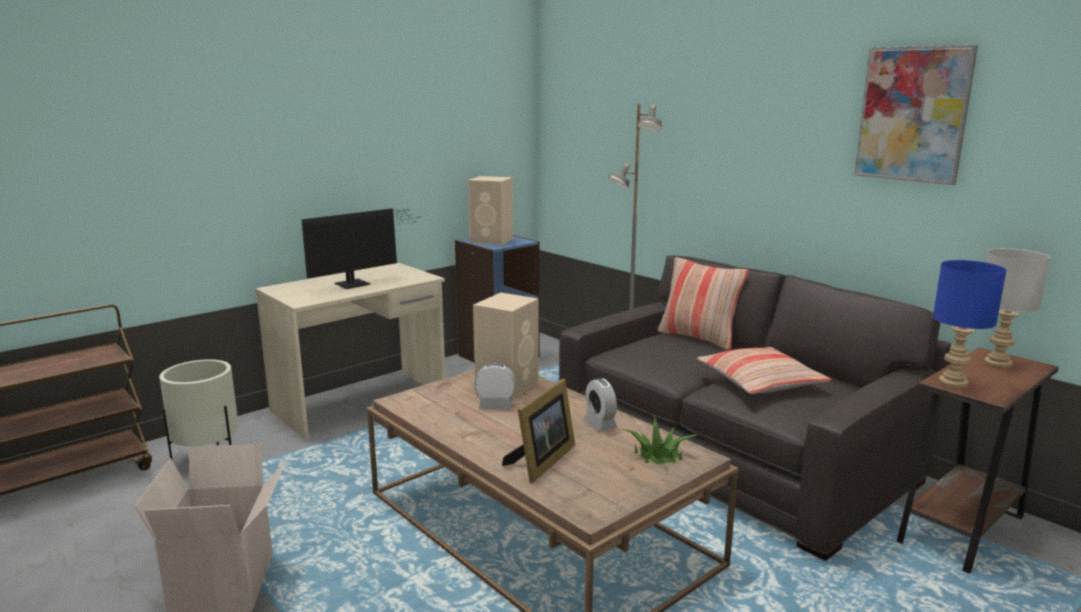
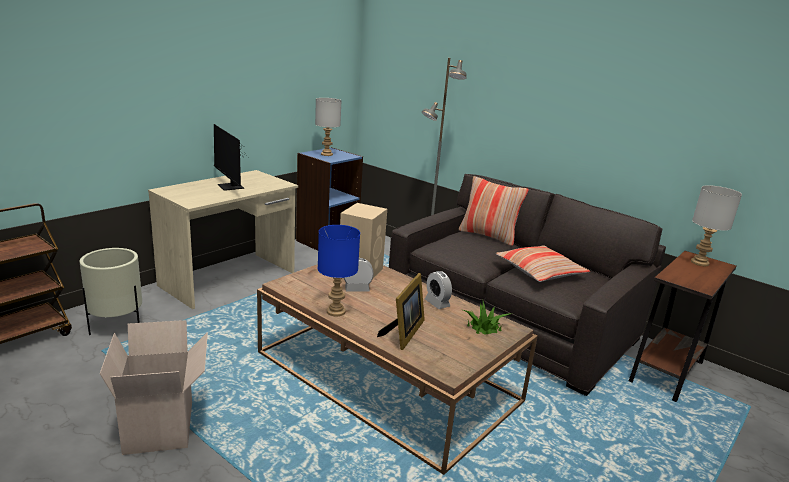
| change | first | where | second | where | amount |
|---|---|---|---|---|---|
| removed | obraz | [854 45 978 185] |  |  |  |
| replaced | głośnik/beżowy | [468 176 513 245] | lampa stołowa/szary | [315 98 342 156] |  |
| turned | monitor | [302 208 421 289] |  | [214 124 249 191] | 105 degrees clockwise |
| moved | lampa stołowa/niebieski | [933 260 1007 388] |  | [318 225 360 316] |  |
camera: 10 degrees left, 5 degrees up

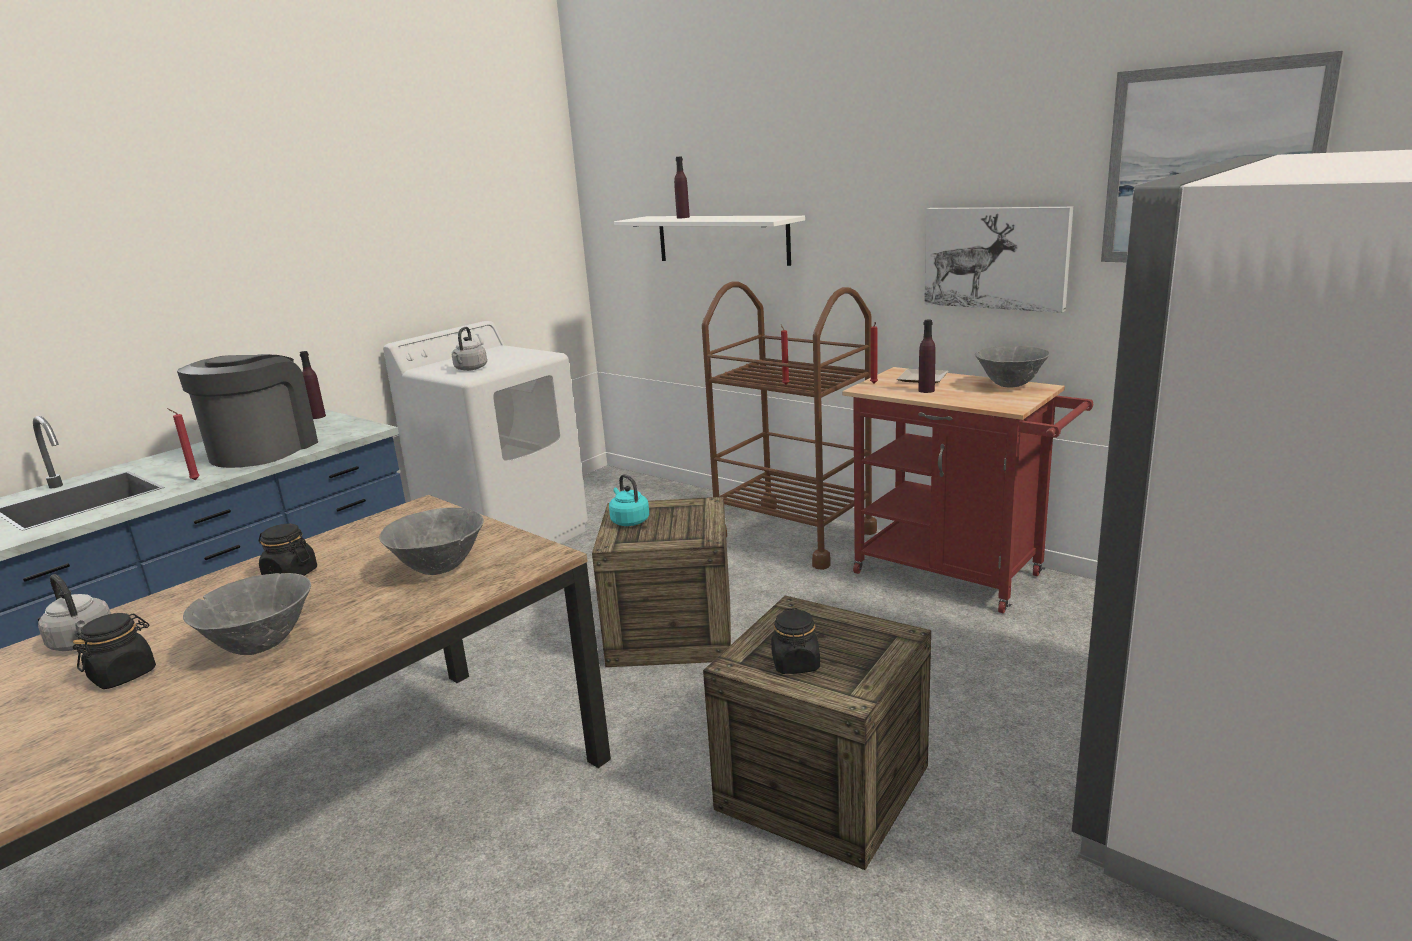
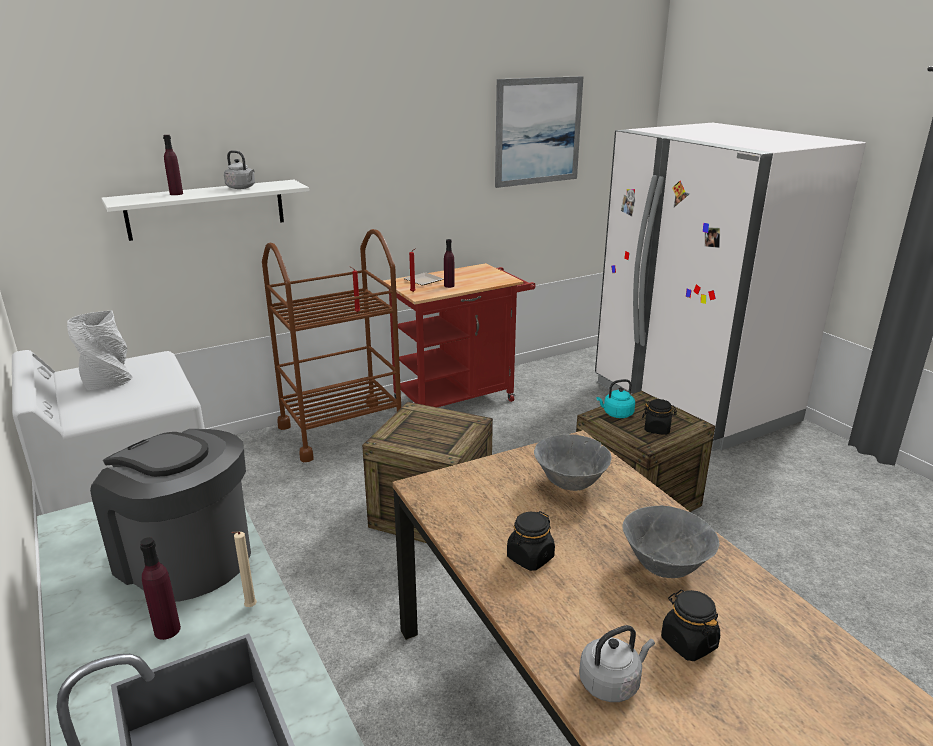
| change | first | where | second | where | amount |
|---|---|---|---|---|---|
| removed | obraz | [924 207 1073 313] |  |  |  |
| moved | czajnik/szary | [452 327 487 371] |  | [224 150 255 189] |  |
| removed | miska/szary | [975 346 1050 388] |  |  |  |
| moved | butelka/fioletowy | [300 351 326 419] |  | [140 537 181 640] |  |
| recoloured | świeca/czerwony | [167 408 200 480] | świeca/beżowy | [232 531 257 607] |  |
| moved | czajnik/turkusowy | [609 474 649 526] |  | [596 379 635 418] |  |
| added |  |  | wazon/szary | [67 310 133 390] |  |
camera: 70 degrees left, 5 degrees up

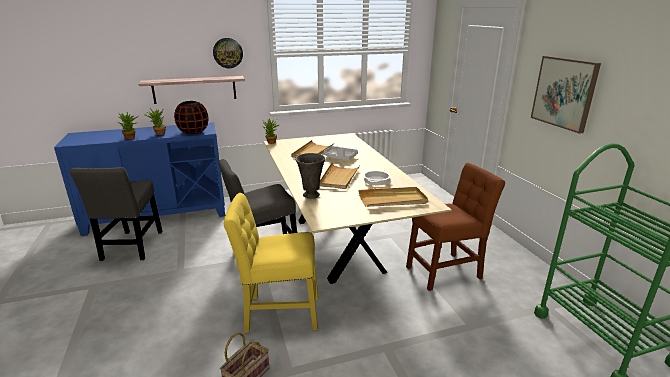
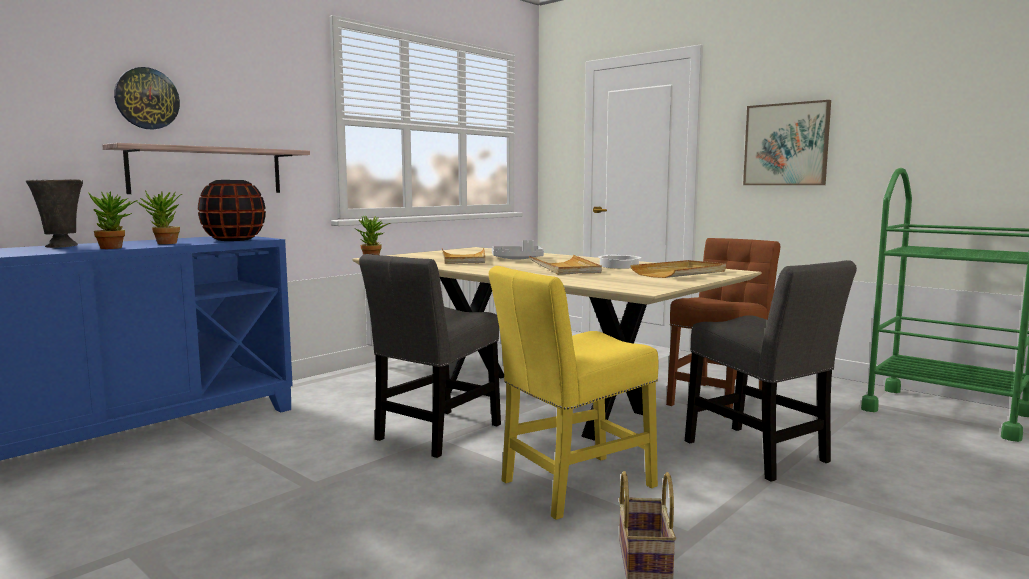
| change | first | where | second | where | amount |
|---|---|---|---|---|---|
| moved | zegar ścienny | [213 38 243 68] |  | [114 67 180 130] |  |
| moved | wazon/szary | [295 153 325 199] |  | [26 179 83 248] |  |
| moved | krzesło/szary | [70 167 163 261] |  | [685 260 857 482] |  |
camera: 30 degrees left, 15 degrees down

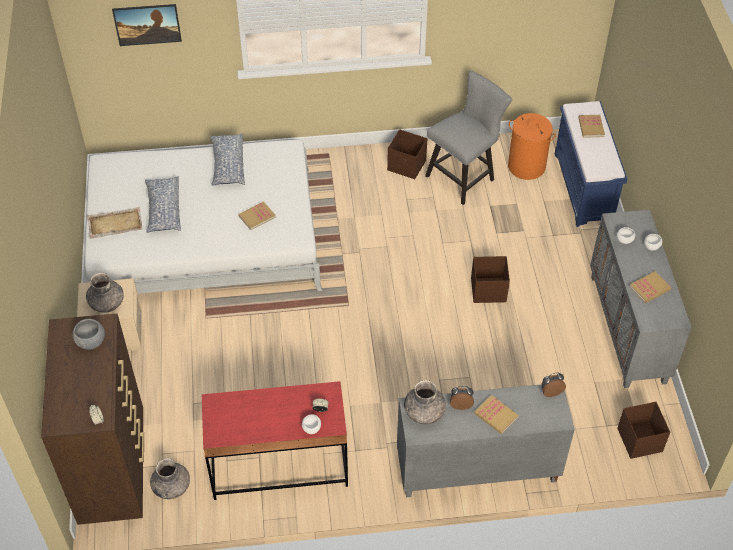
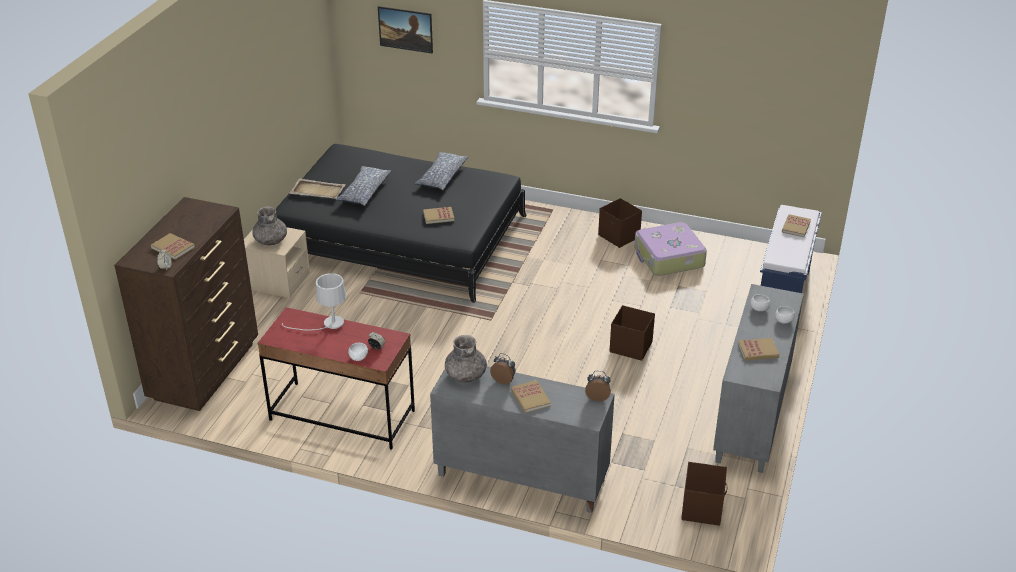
| change | first | where | second | where | amount |
|---|---|---|---|---|---|
| replaced | krzesło/szary | [425 71 512 205] | walizka | [635 222 707 276] |  |
| removed | kosz na pranie/pomarańczowy | [508 113 556 180] |  |  |  |
| recoloured | łóżko/biały | [85 140 322 294] | łóżko/czarny | [276 144 527 303] |  |
| removed | miska/szary | [72 319 105 350] |  |  |  |
| removed | wazon/szary | [150 458 190 499] |  |  |  |
| added |  |  | książka | [151 233 195 260] |  |
| added |  |  | lampa stołowa/biały | [282 273 346 331] |  |
camera: 25 degrees right, 15 degrees down

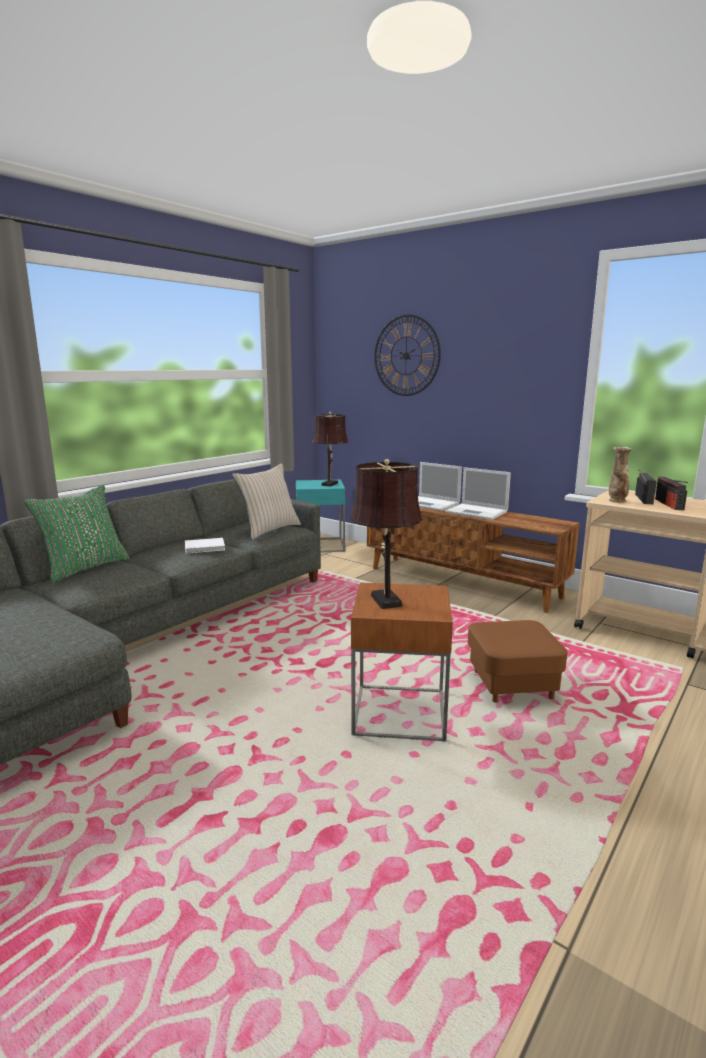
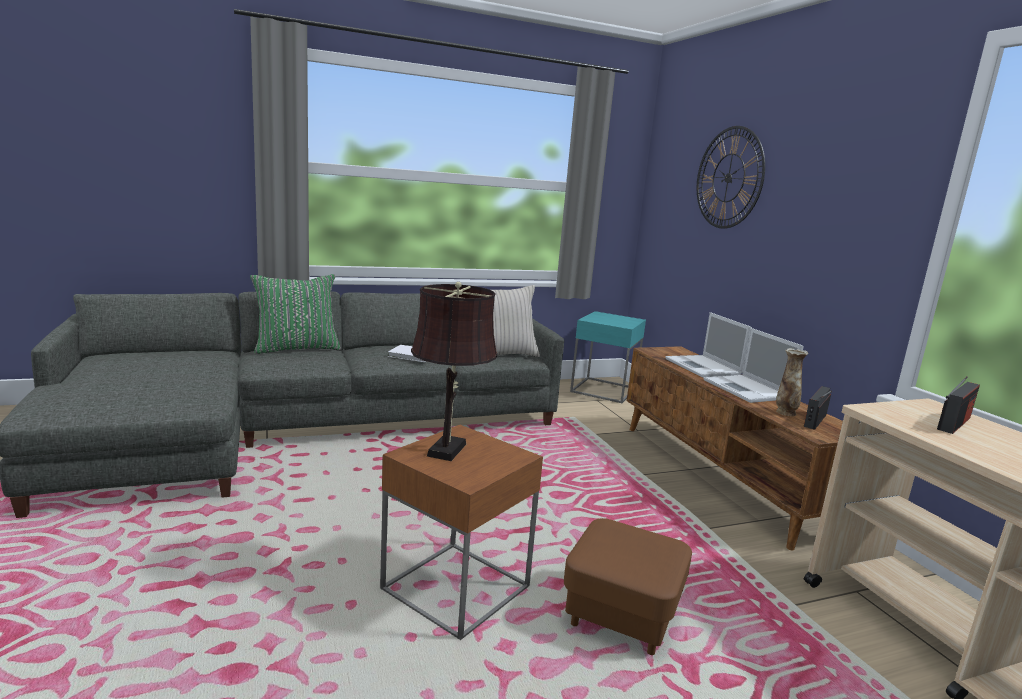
| change | first | where | second | where | amount |
|---|---|---|---|---|---|
| removed | lampa stołowa/brązowy | [313 412 348 486] |  |  |  |
| moved | wazon | [609 447 632 503] |  | [776 348 808 416] |  |
| moved | radio | [655 477 688 510] |  | [804 386 832 430] |  |
camera: 30 degrees right, 0 degrees up

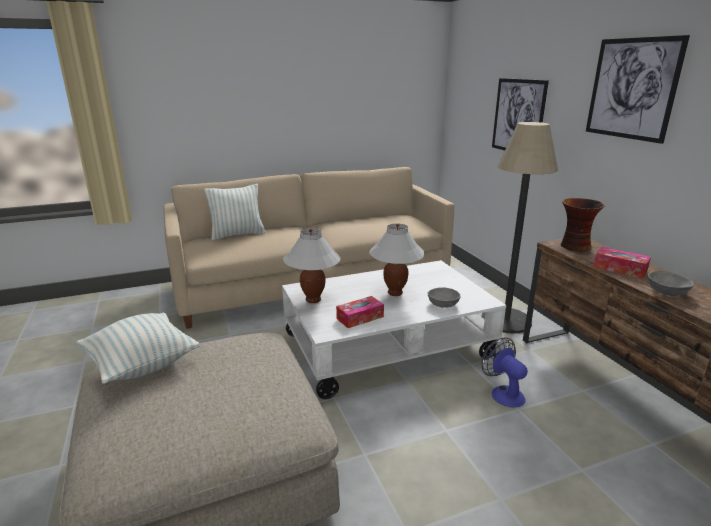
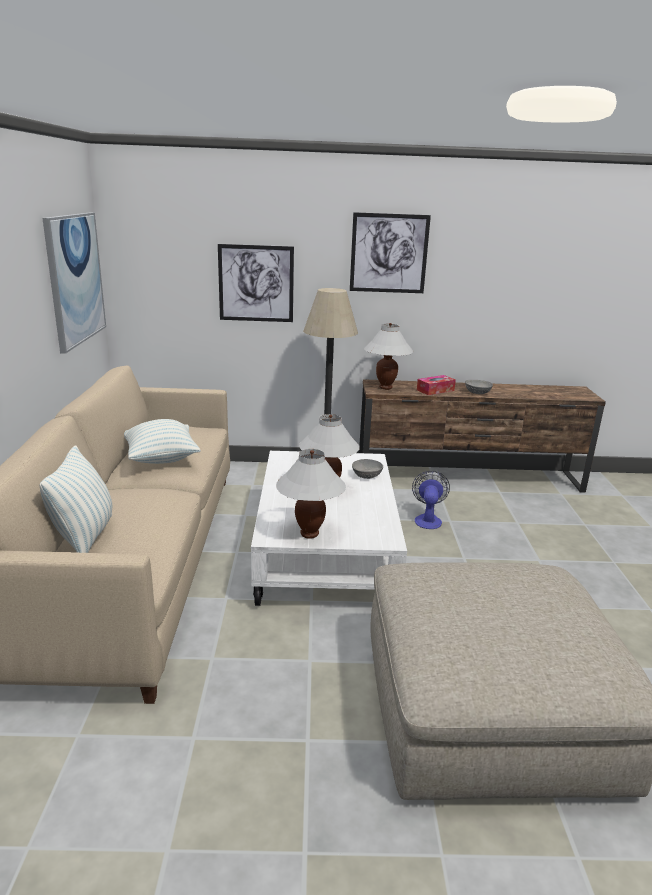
| change | first | where | second | where | amount |
|---|---|---|---|---|---|
| replaced | wazon | [560 198 605 252] | lampa stołowa/biały | [364 323 413 390] |  |
| removed | pudełko chusteczek | [336 296 384 328] |  |  |  |
| moved | poduszka | [76 312 199 384] |  | [124 419 201 464] |  |
| turned | wentylator | [482 337 528 408] |  | [412 471 450 529] | 105 degrees clockwise |
| added |  |  | obraz | [42 212 106 354] |  |
camera: 70 degrees left, 0 degrees up

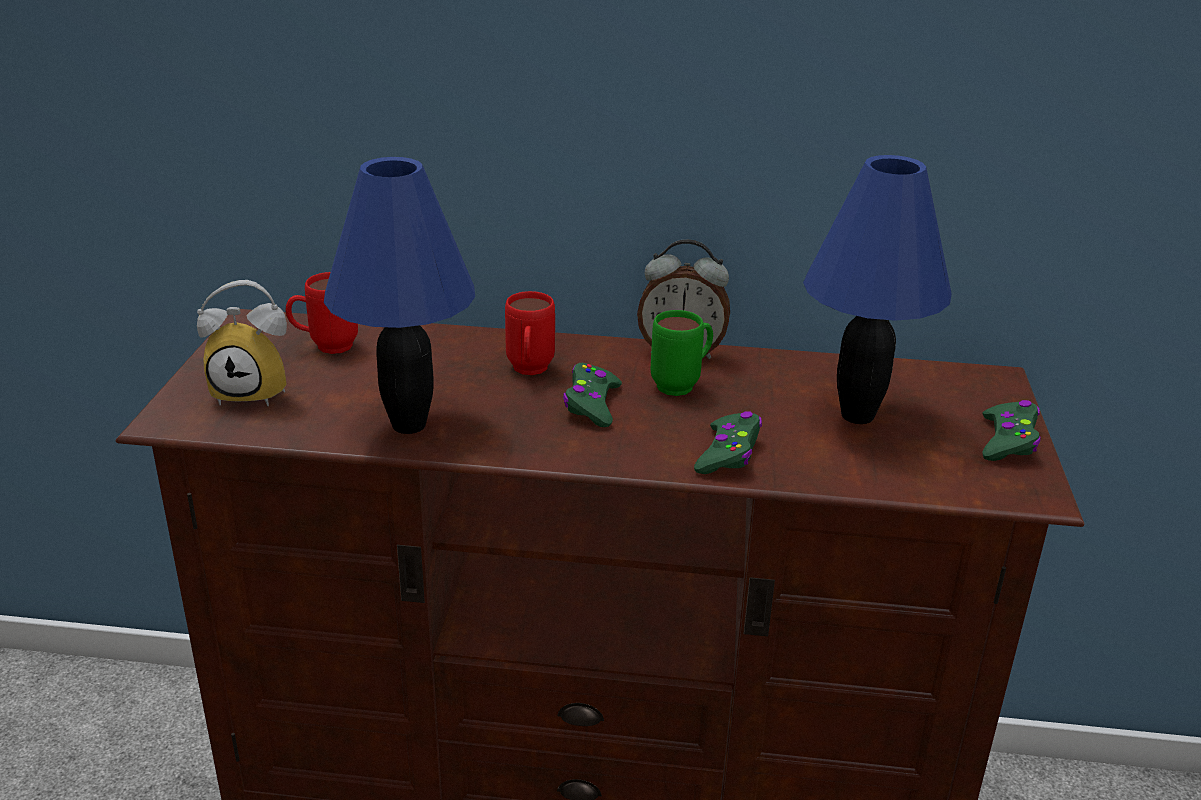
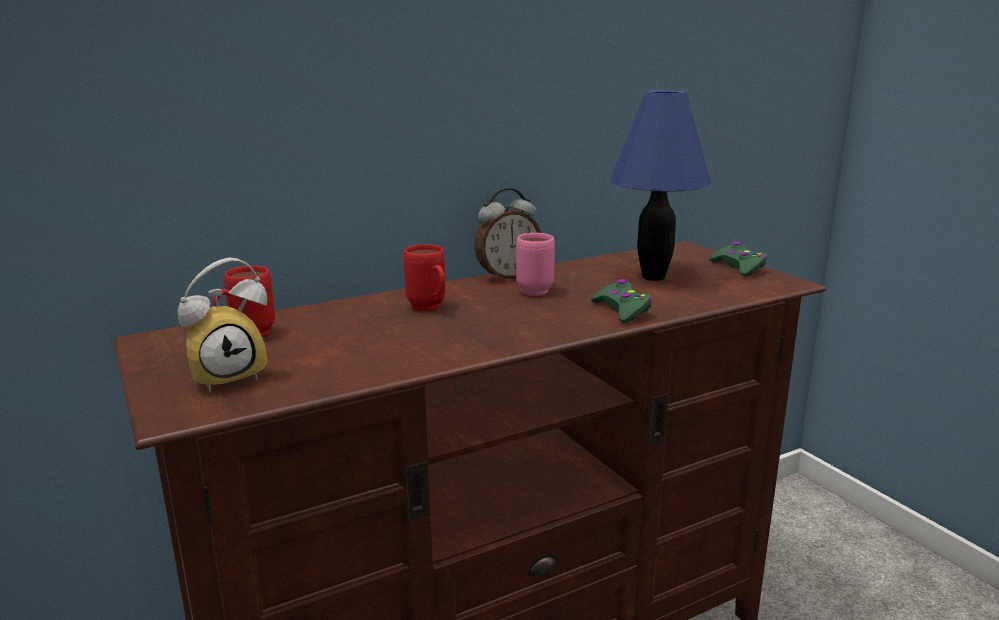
| change | first | where | second | where | amount |
|---|---|---|---|---|---|
| removed | lampa stołowa/niebieski | [324 157 475 434] |  |  |  |
| recoloured | kubek/zielony | [651 310 713 396] | kubek/różowy | [516 233 555 296] |  |
| removed | pad do gier/zielony | [563 363 622 427] |  |  |  |
camera: 35 degrees left, 10 degrees down

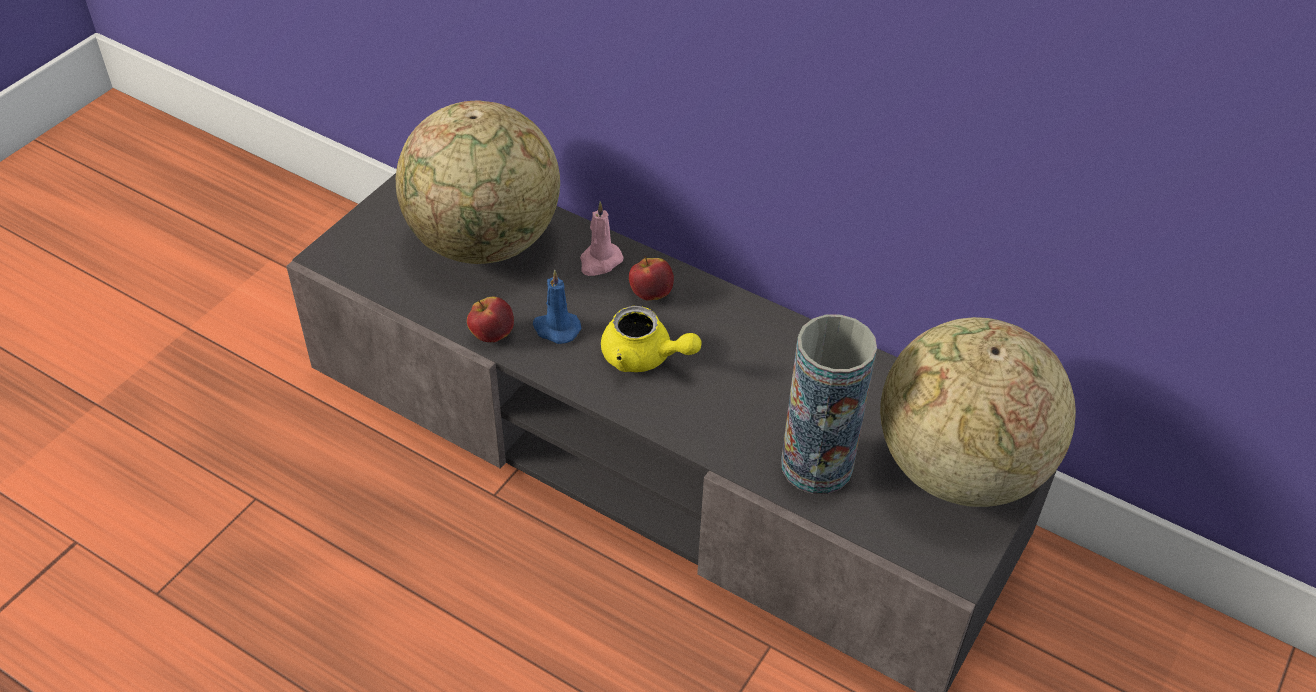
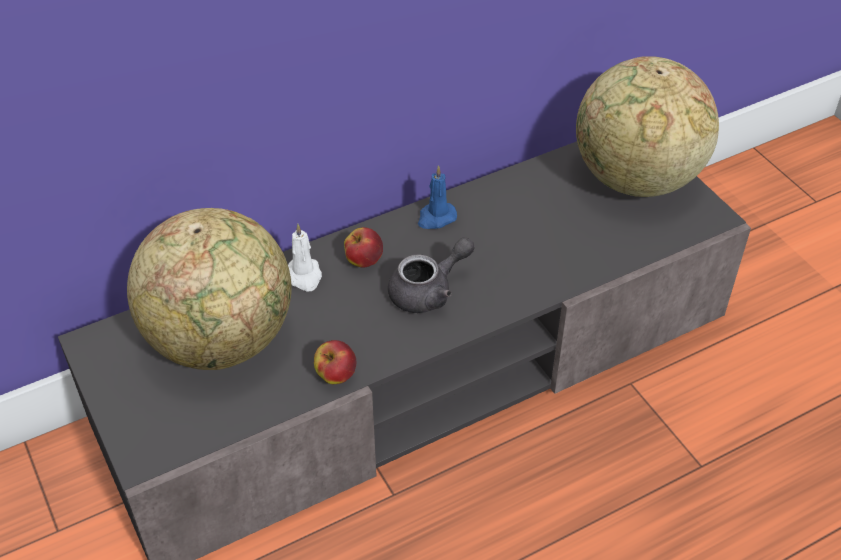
| change | first | where | second | where | amount |
|---|---|---|---|---|---|
| recoloured | świeca/różowy | [580 202 624 276] | świeca/biały | [288 224 322 292] |  |
| moved | świeca/niebieski | [533 270 581 344] |  | [418 165 457 229] |  |
| recoloured | imbryk/żółty | [601 306 702 372] | imbryk/szary | [388 237 474 313] |  |
| removed | wazon | [781 314 877 494] |  |  |  |
camera: 60 degrees left, 0 degrees up

